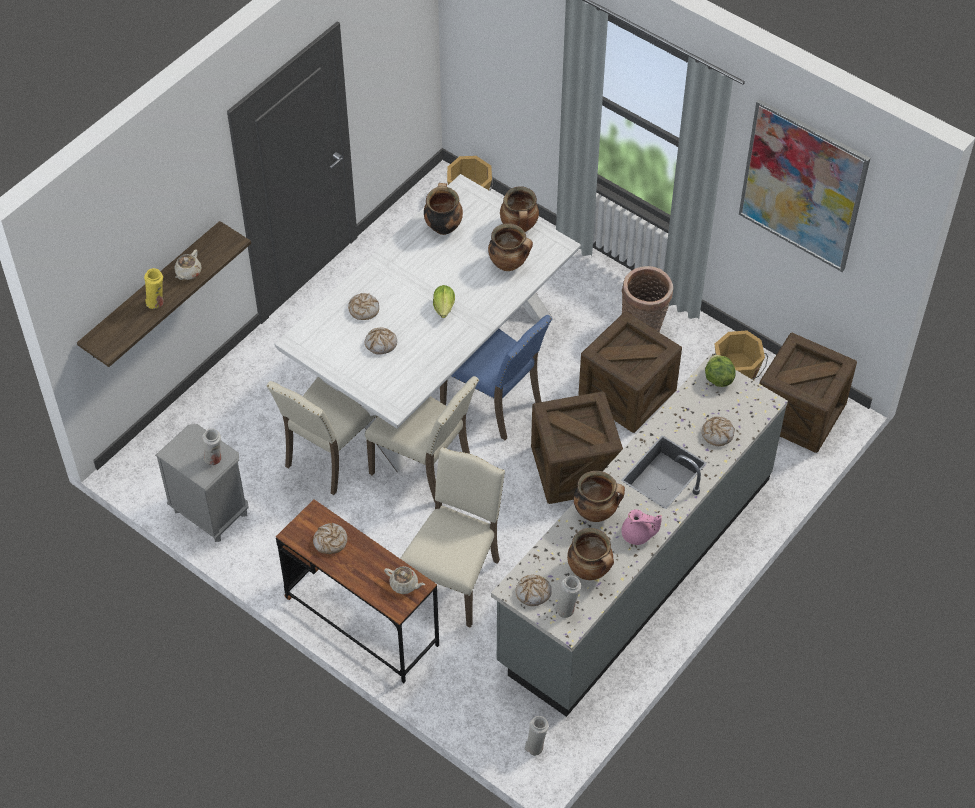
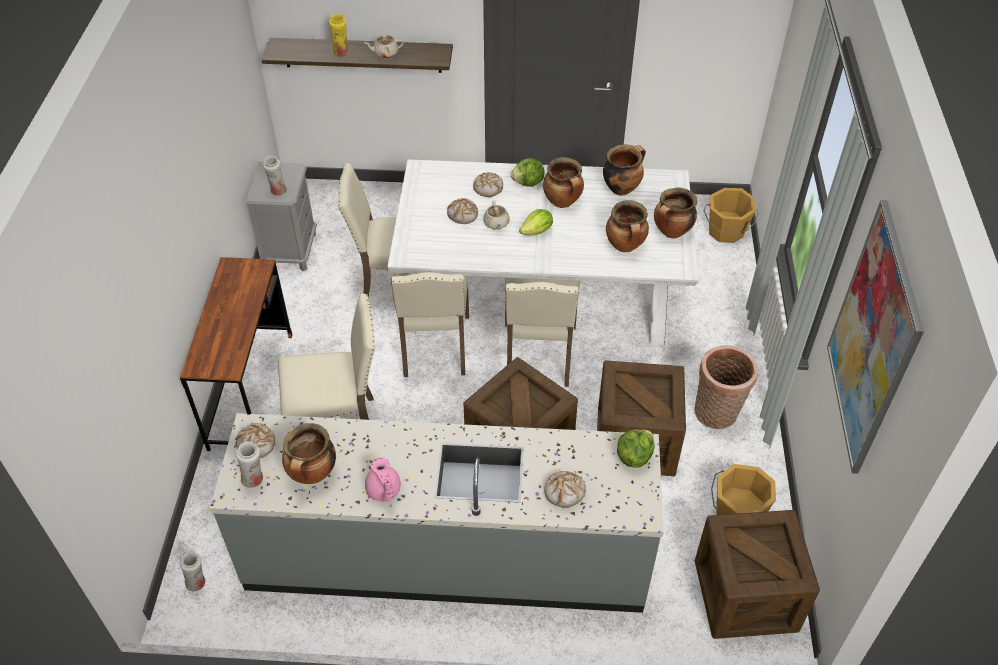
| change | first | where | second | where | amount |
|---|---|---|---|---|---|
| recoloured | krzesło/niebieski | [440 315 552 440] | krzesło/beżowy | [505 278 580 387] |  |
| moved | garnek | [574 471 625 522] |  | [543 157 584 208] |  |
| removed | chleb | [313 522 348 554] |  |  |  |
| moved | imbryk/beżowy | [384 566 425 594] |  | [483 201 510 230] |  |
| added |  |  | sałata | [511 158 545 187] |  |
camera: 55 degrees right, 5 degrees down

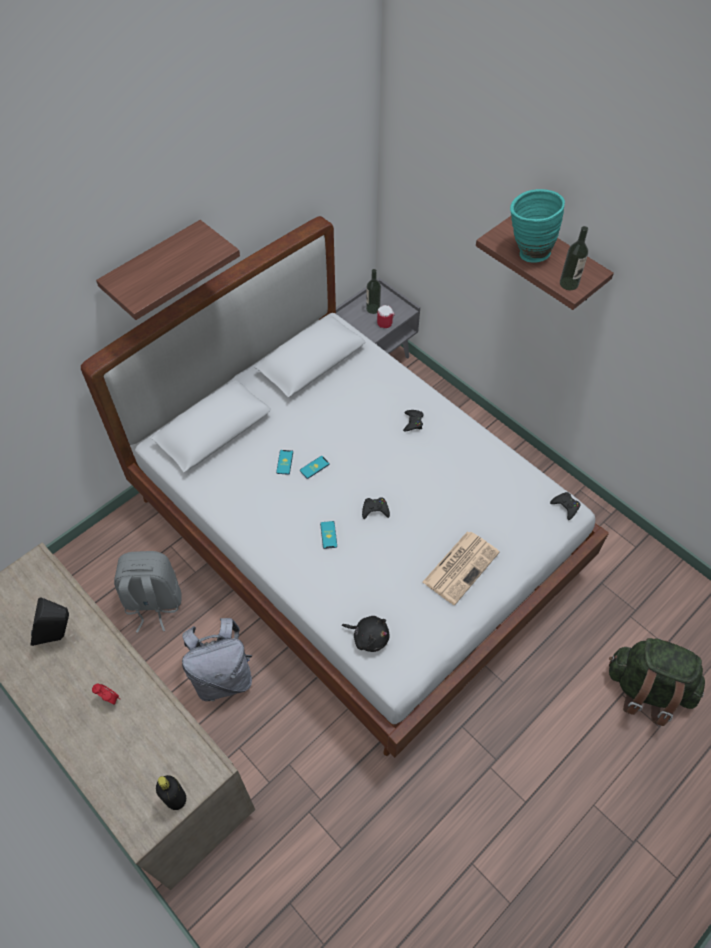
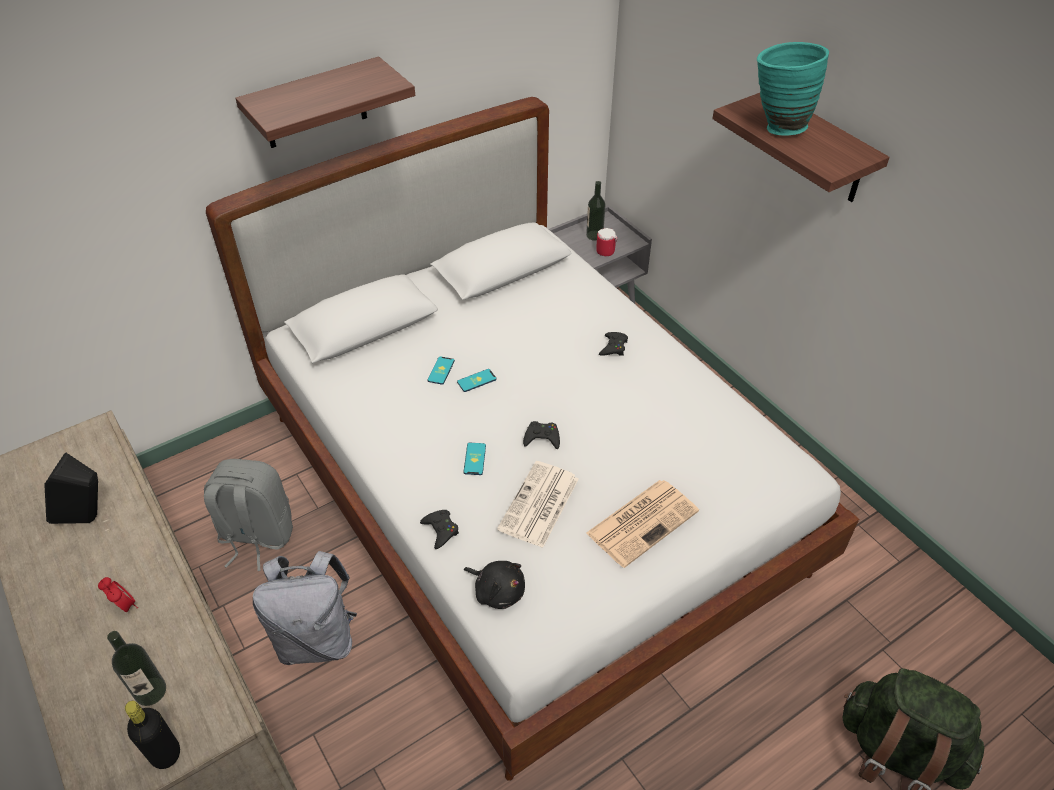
| change | first | where | second | where | amount |
|---|---|---|---|---|---|
| moved | butelka | [560 226 588 290] |  | [107 631 166 706] |  |
| moved | pad do gier/czarny | [550 492 581 520] |  | [420 510 459 549] |  |
| added |  |  | gazeta | [497 461 579 548] |  |
camera: 10 degrees right, 10 degrees down

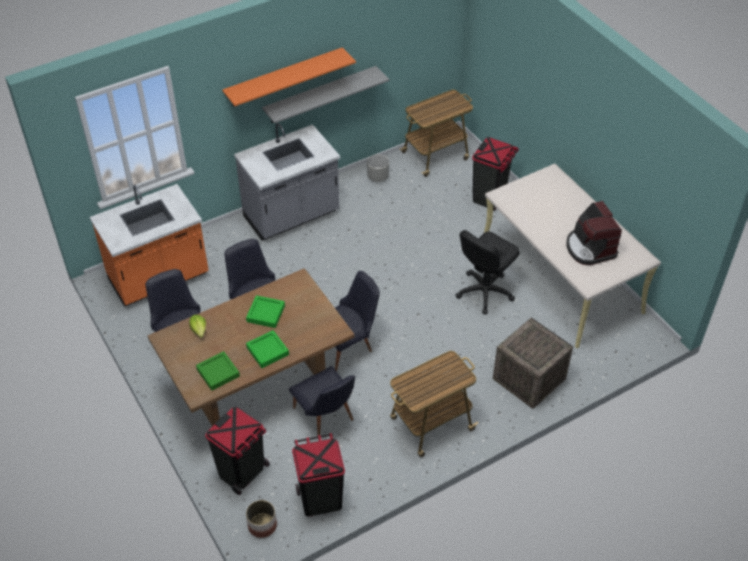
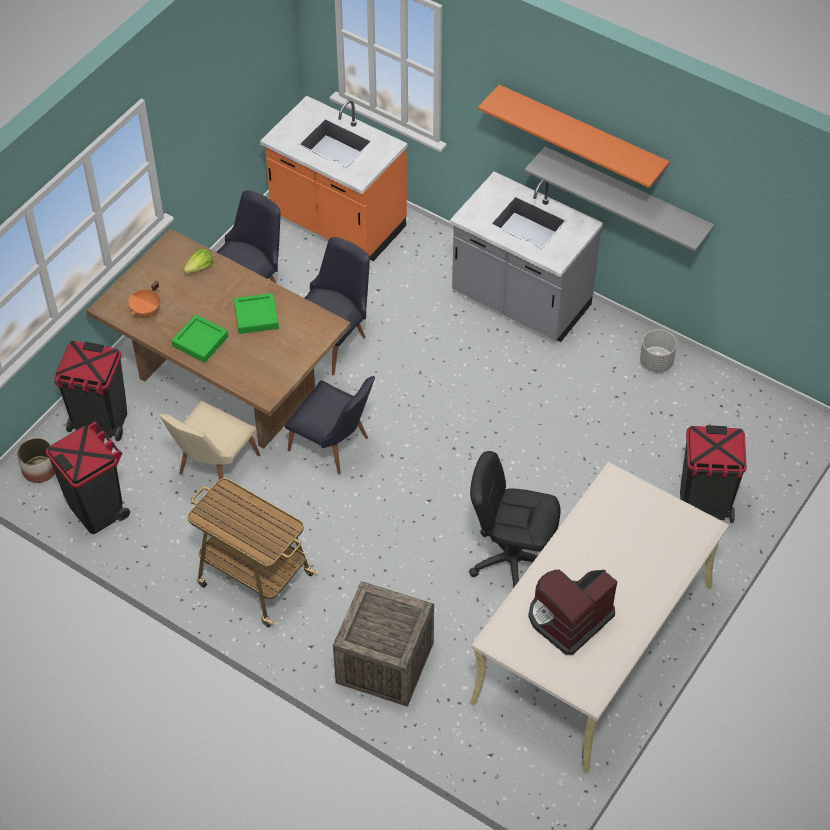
| change | first | where | second | where | amount |
|---|---|---|---|---|---|
| removed | wózek | [399 90 473 177] |  |  |  |
| replaced | taca/zielony | [196 351 240 391] | garnek/pomarańczowy | [128 281 160 317] |  |
| recoloured | krzesło/czarny | [289 366 355 435] | krzesło/beżowy | [160 401 260 488] |  |
camera: 65 degrees right, 5 degrees up

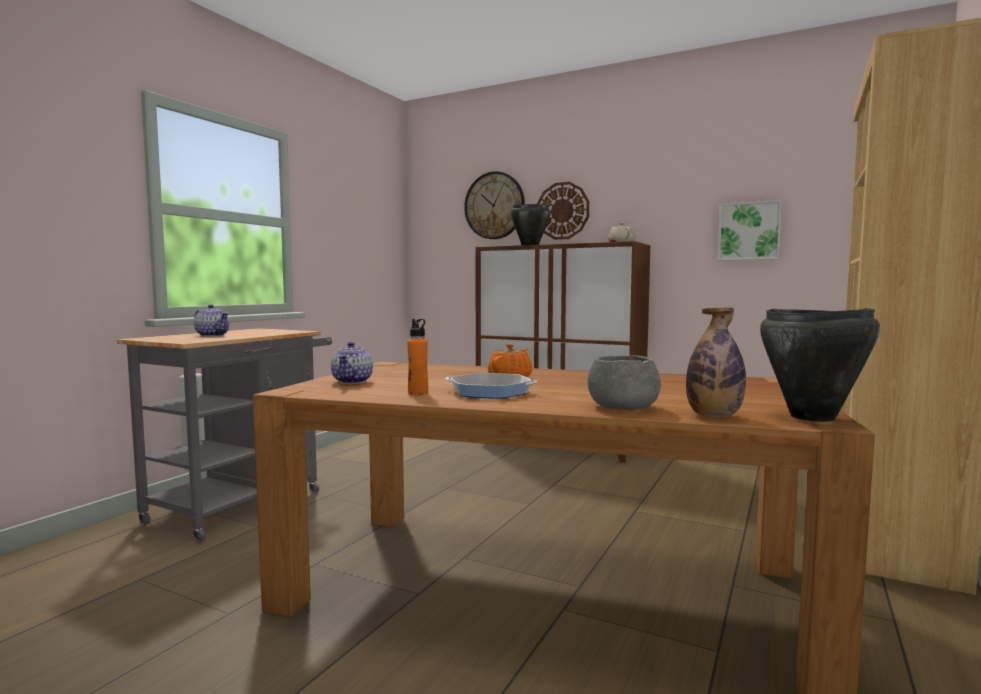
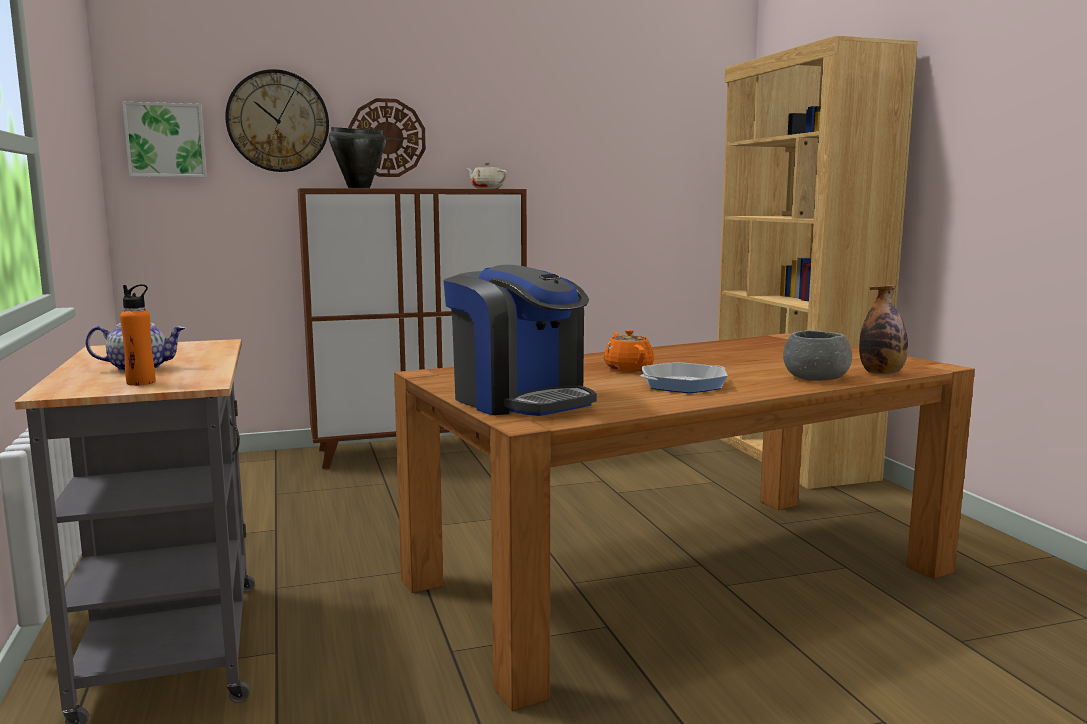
| change | first | where | second | where | amount |
|---|---|---|---|---|---|
| moved | obraz | [718 200 782 260] |  | [122 102 207 177] |  |
| removed | garnek/czarny | [760 308 880 422] |  |  |  |
| moved | butelka/pomarańczowy | [407 319 428 395] |  | [120 284 155 386] |  |
| replaced | imbryk | [331 342 373 384] | ekspres do kawy | [444 265 597 416] |  |
camera: 45 degrees left, 5 degrees up

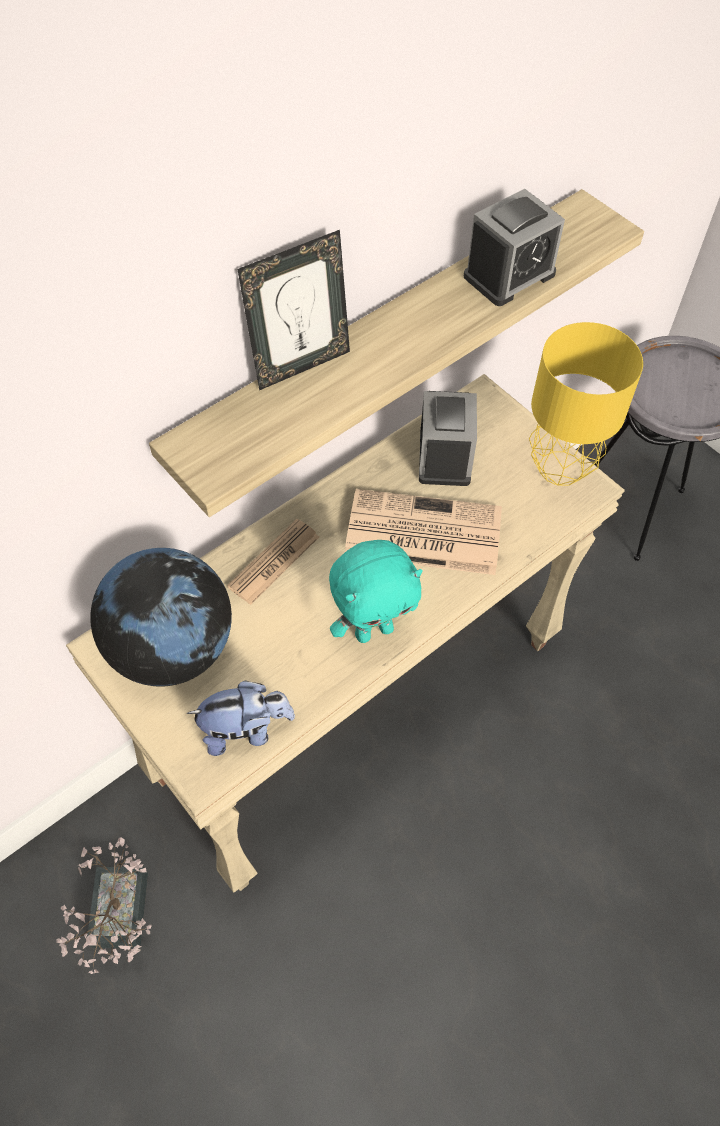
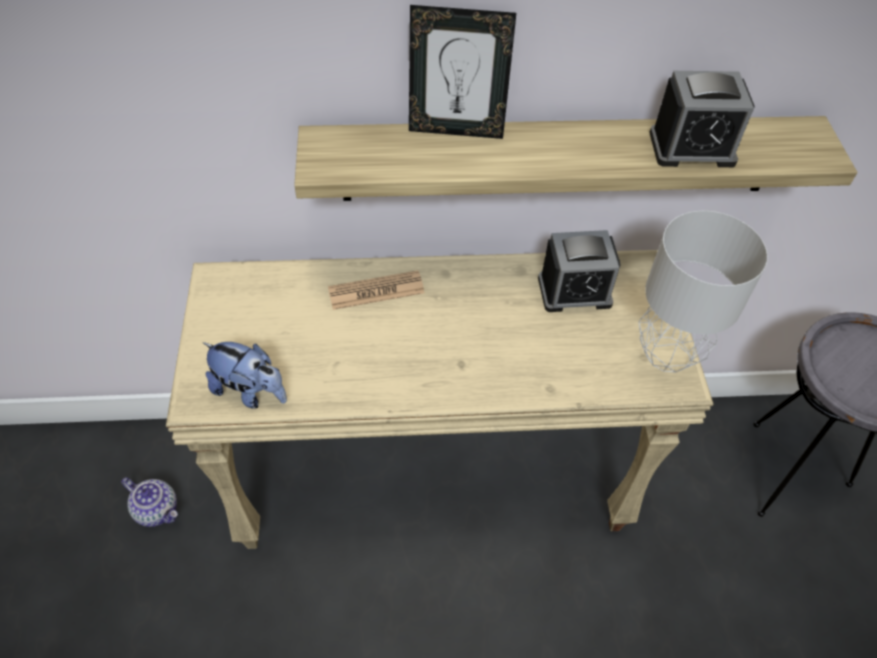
| change | first | where | second | where | amount |
|---|---|---|---|---|---|
| recoloured | lampa stołowa/żółty | [529 322 643 486] | lampa stołowa/szary | [638 211 768 372] |  |
| turned | budzik | [419 391 477 486] |  | [538 230 621 312] | 45 degrees clockwise |
| removed | gazeta | [345 489 502 575] |  |  |  |
| removed | pluszak/turkusowy | [329 540 423 643] |  |  |  |
| removed | globus | [90 548 232 687] |  |  |  |
| replaced | roślina doniczkowa | [56 837 152 974] | imbryk | [121 477 178 527] |  |
camera: 35 degrees right, 5 degrees down

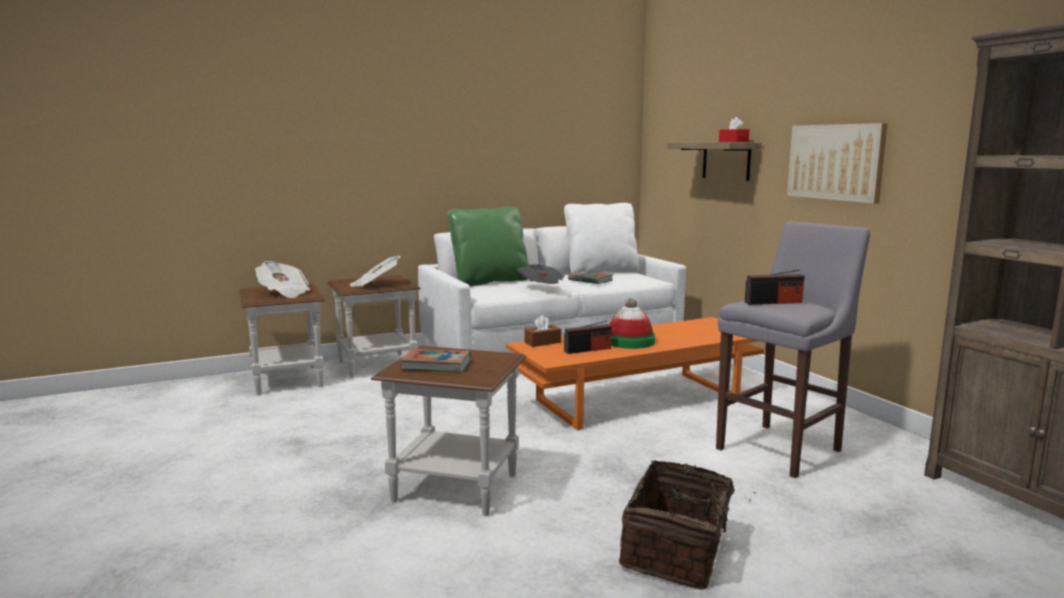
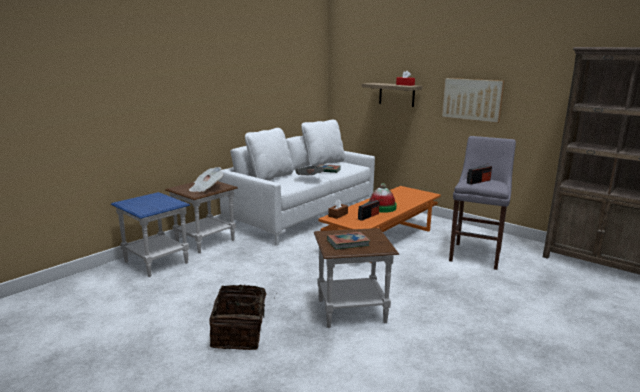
| change | first | where | second | where | amount |
|---|---|---|---|---|---|
| recoloured | poduszka/zielony | [447 207 529 286] | poduszka/biały | [245 128 294 181] |  |
| removed | gazeta | [255 261 310 298] |  |  |  |
| recoloured | stolik/brązowy | [240 283 325 395] | stolik/niebieski | [111 192 190 277] |  |
| moved | koszyk | [619 460 755 590] |  | [209 284 277 350] |  |
camera: 25 degrees left, 5 degrees up

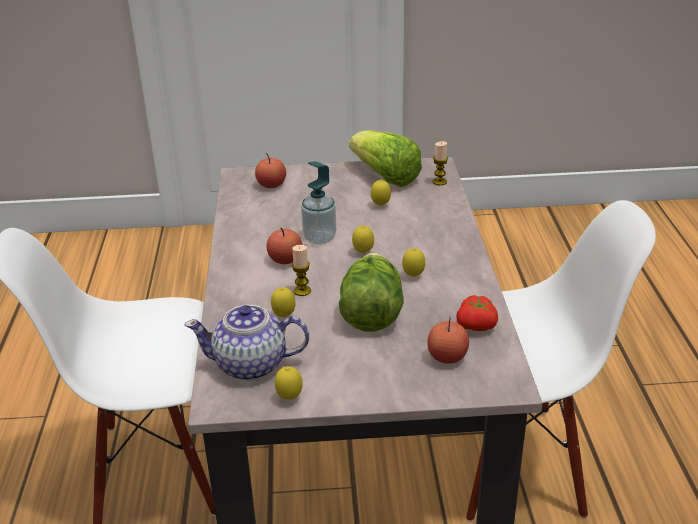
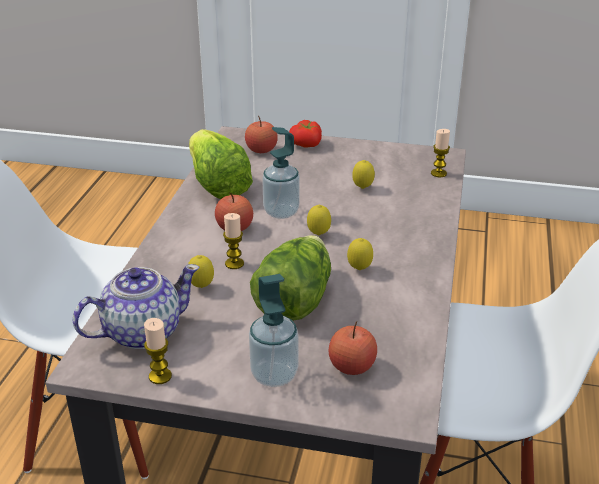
| change | first | where | second | where | amount |
|---|---|---|---|---|---|
| moved | sałata | [349 130 422 187] |  | [189 129 253 199] |  |
| moved | pomidor | [456 295 498 331] |  | [289 120 322 148] |  |
| turned | imbryk | [184 304 309 380] |  | [72 264 200 349] | 135 degrees clockwise |
| replaced | cytryna | [275 366 303 400] | świeca | [144 318 172 384] |  |
| added |  |  | dozownik mydła | [249 274 298 387] |  |
camera: 15 degrees right, 0 degrees up

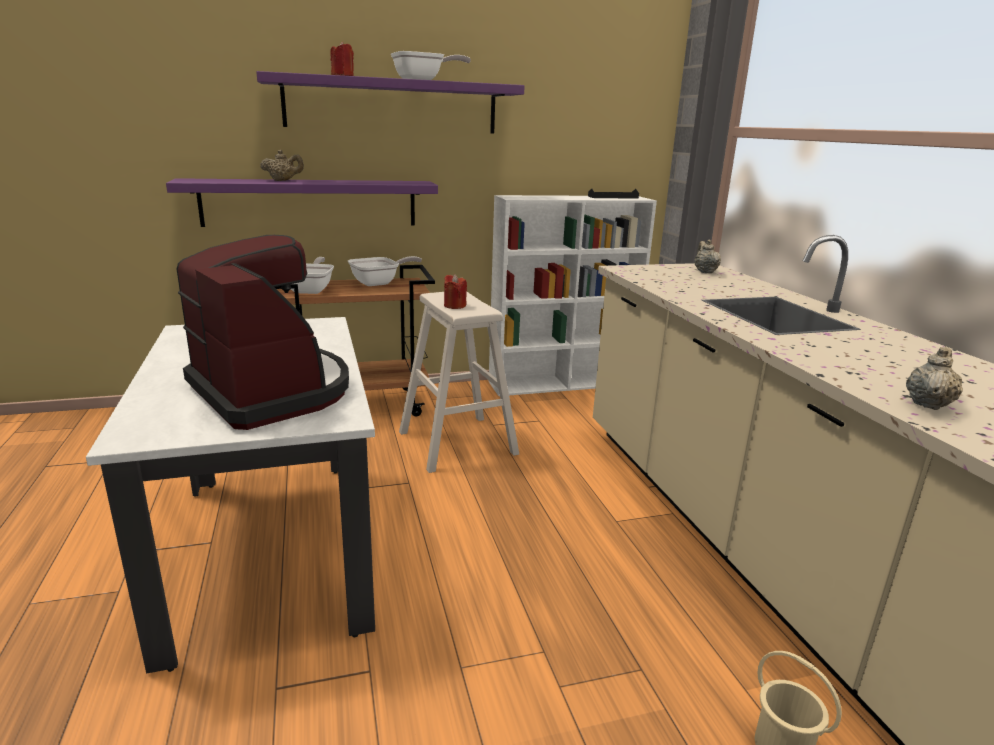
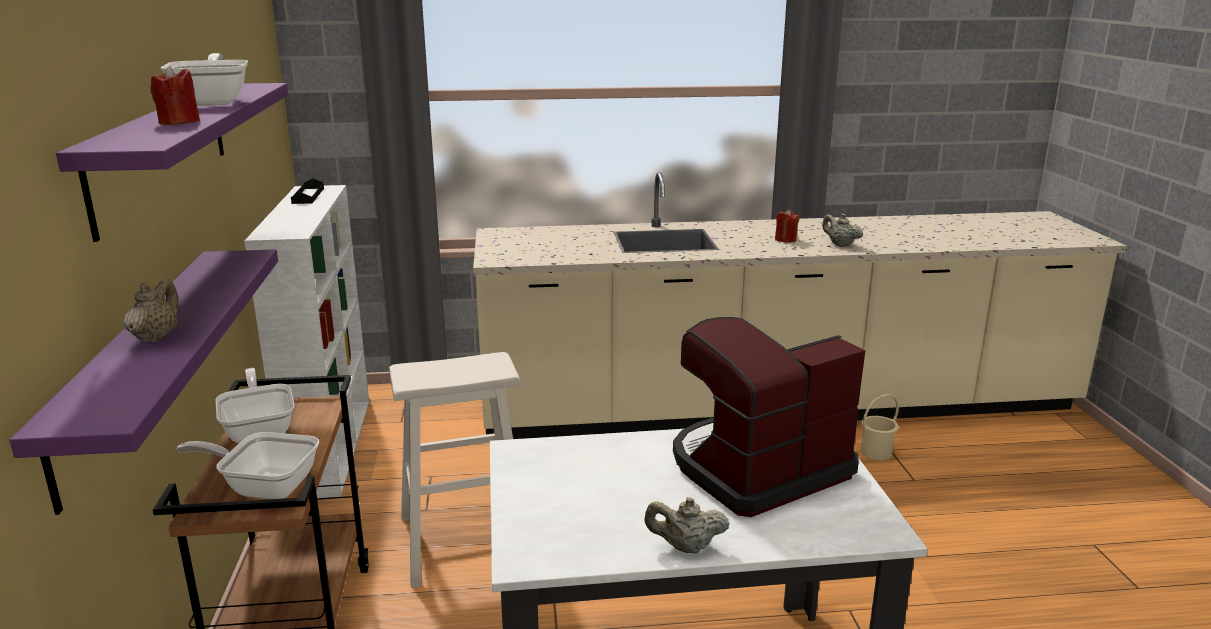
| change | first | where | second | where | amount |
|---|---|---|---|---|---|
| moved | imbryk/beżowy | [694 240 721 273] |  | [644 497 730 553] |  |
| moved | świeca/czerwony | [444 274 467 309] |  | [775 209 799 243] |  |
camera: 80 degrees left, 0 degrees up

